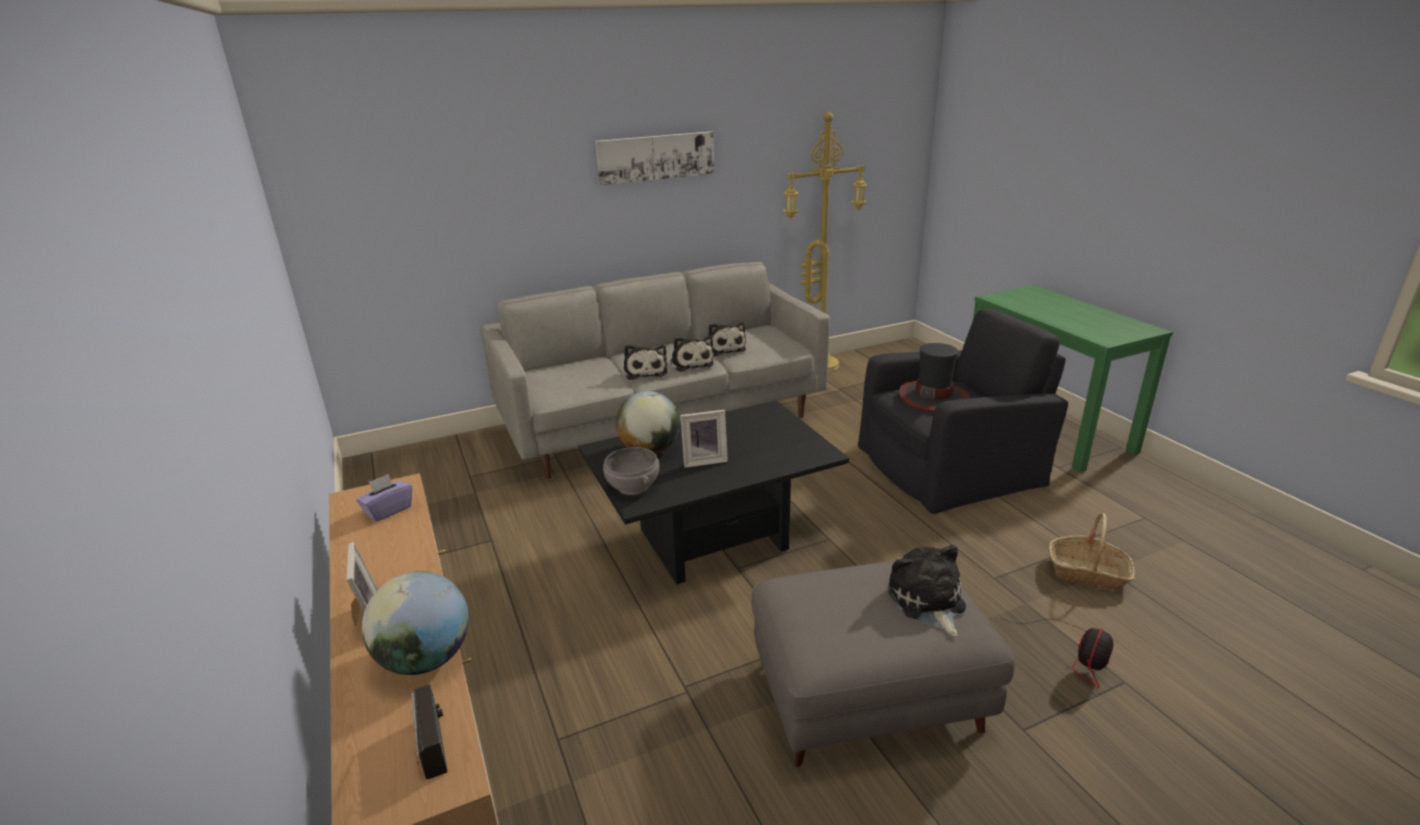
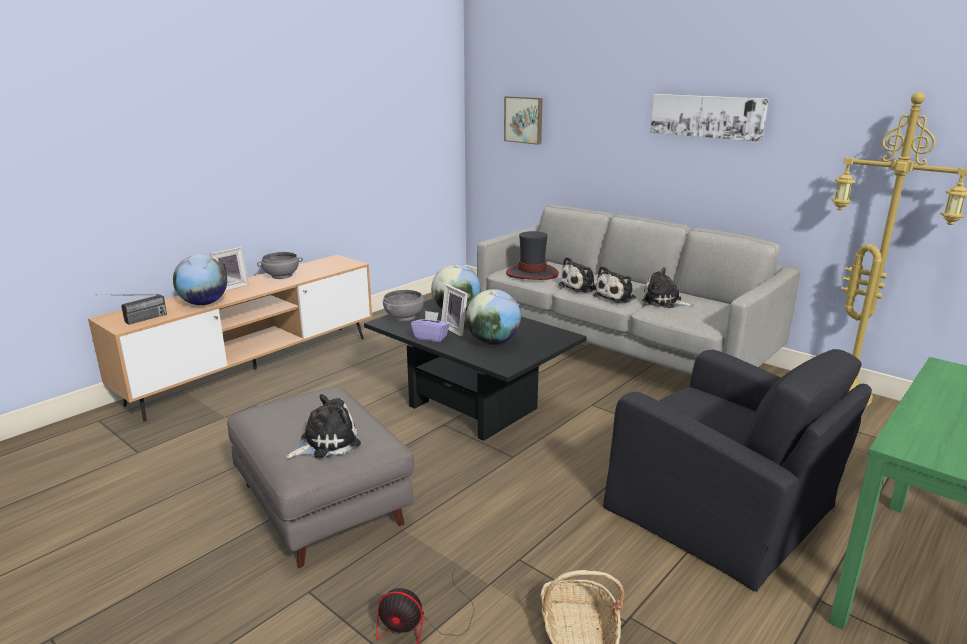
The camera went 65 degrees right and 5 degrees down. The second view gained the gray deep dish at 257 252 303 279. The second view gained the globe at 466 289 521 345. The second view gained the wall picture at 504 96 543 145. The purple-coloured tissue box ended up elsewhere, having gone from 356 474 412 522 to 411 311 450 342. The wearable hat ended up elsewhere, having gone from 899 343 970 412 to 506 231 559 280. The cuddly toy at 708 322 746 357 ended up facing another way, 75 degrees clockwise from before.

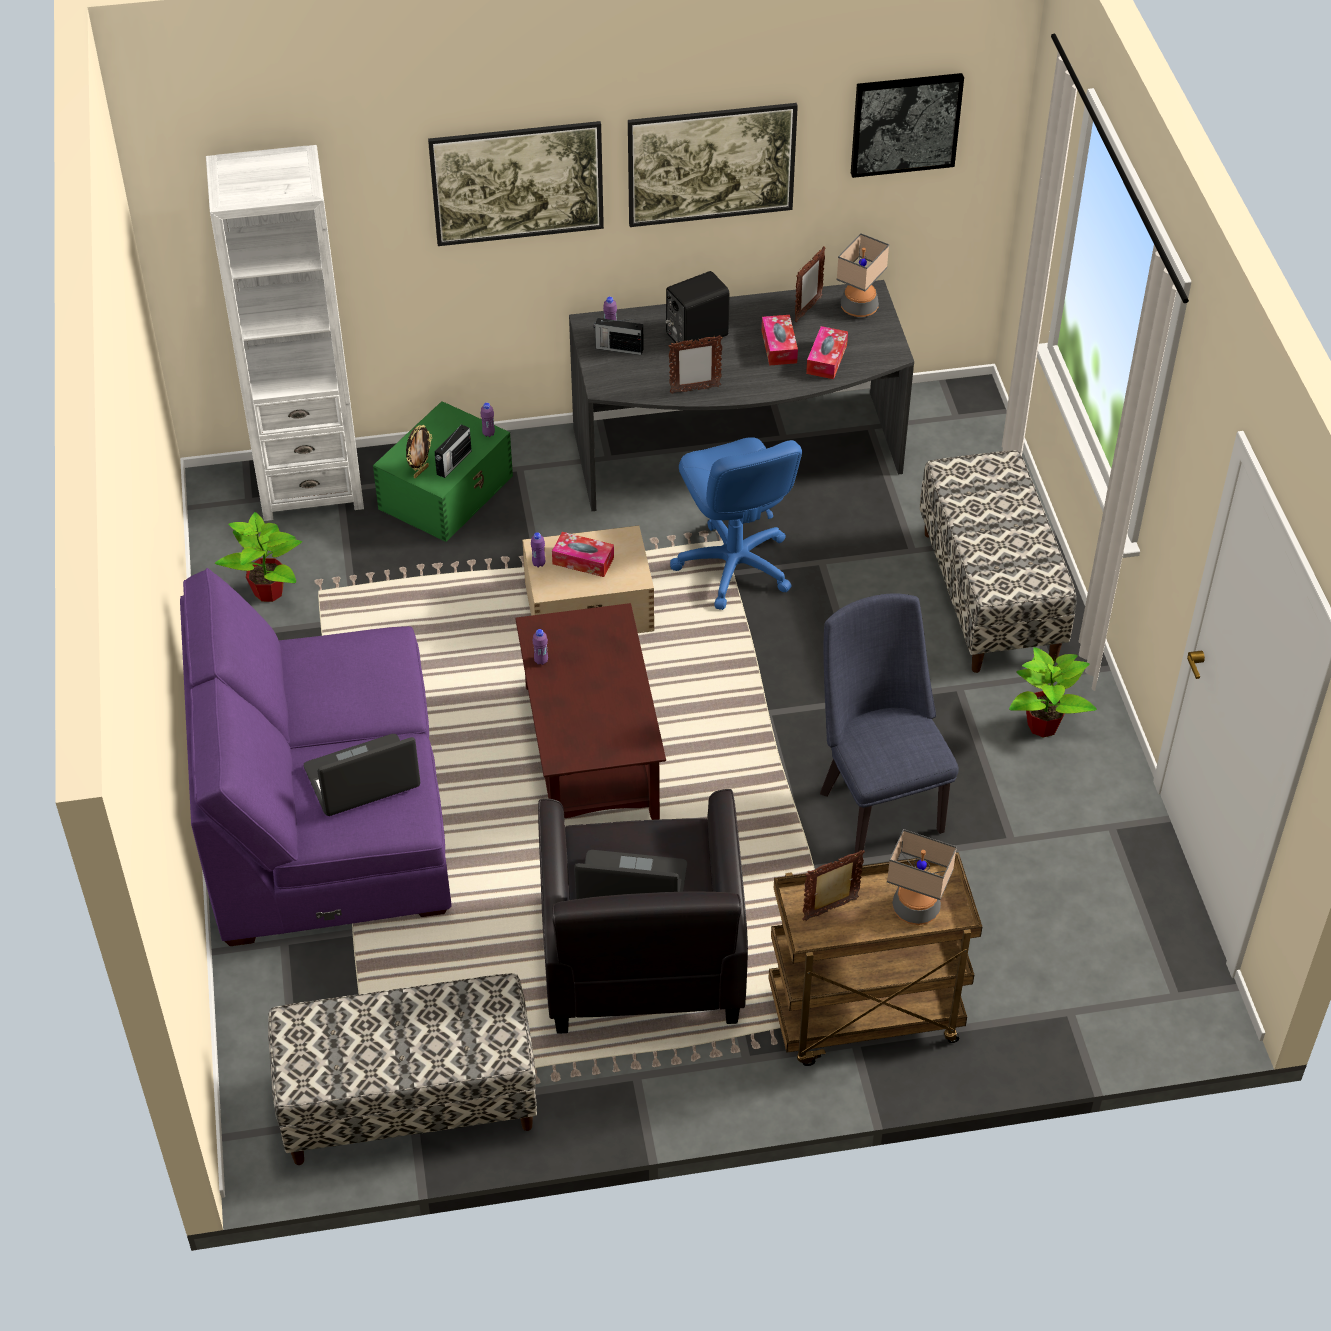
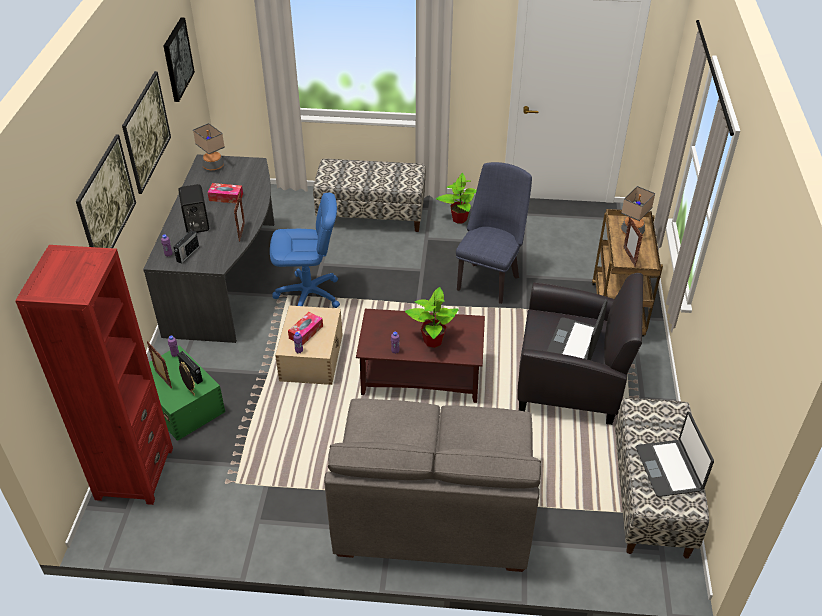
The camera went 75 degrees left and 5 degrees down. The second view lost the tissue box at 806 326 848 379. The potted plant ended up elsewhere, having gone from 215 512 302 602 to 405 287 459 348. The laptop ended up elsewhere, having gone from 304 734 420 816 to 636 412 714 497. The photo frame ended up elsewhere, having gone from 795 246 825 322 to 147 341 172 388. What was the purple-coloured settee at 180 568 452 946 turned into the gray settee at 324 399 541 572. What was the white bookcase at 206 145 364 521 turned into the reddish bookcase at 15 245 173 505. The blue-coloured upright chair at 820 593 959 853 ended up facing another way, 120 degrees clockwise from before.

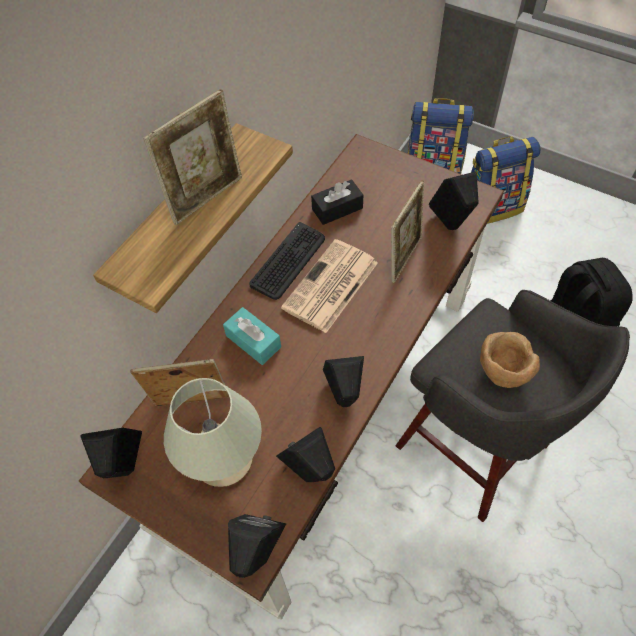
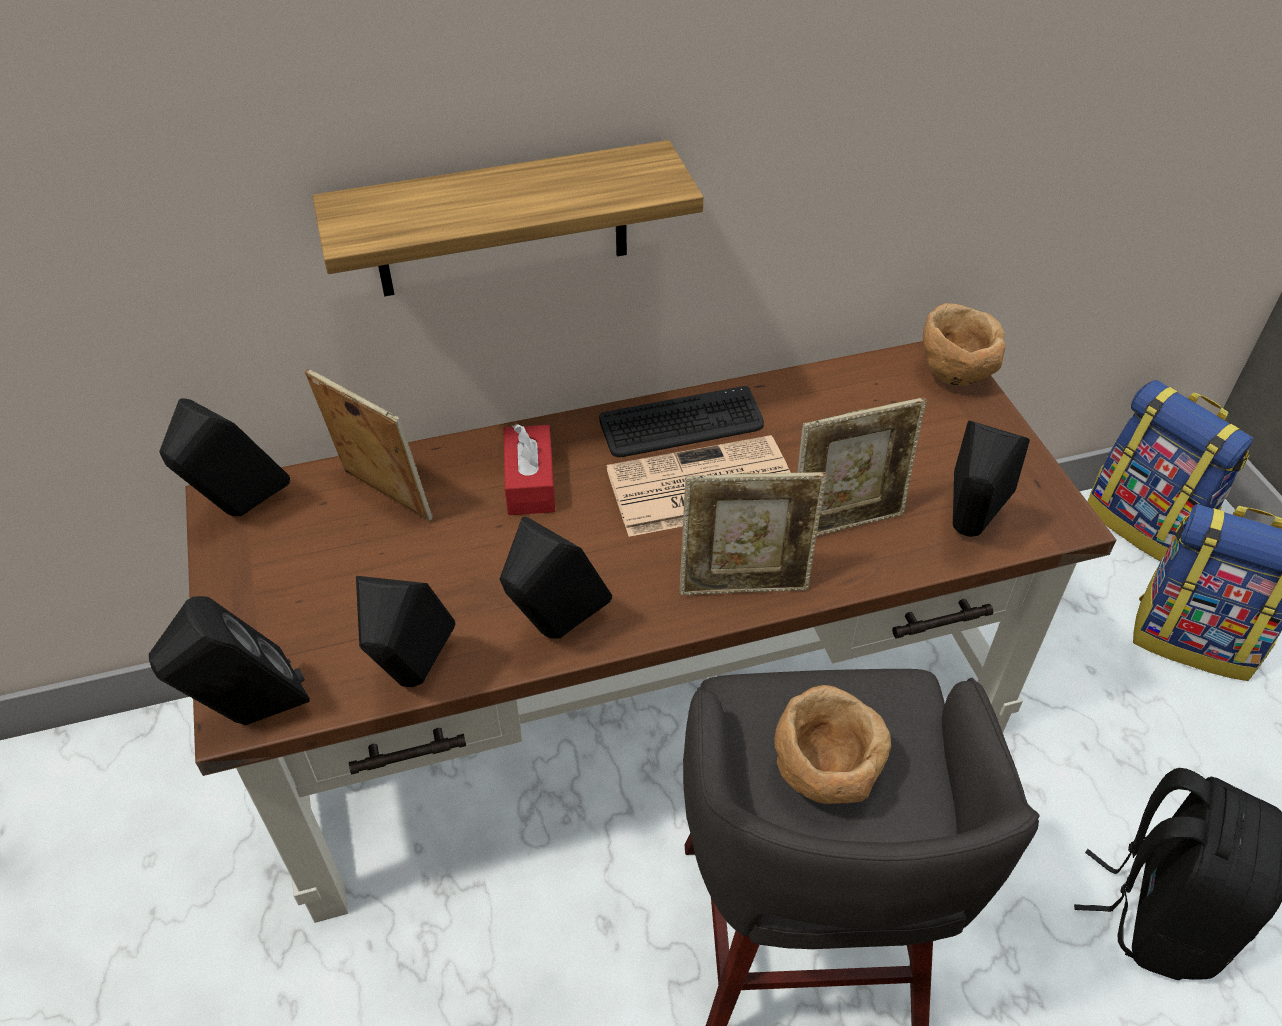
The camera went 40 degrees right and 10 degrees down. The second view lost the beige tabletop lamp at 164 378 262 487. The second view lost the black-coloured tissue box at 311 179 363 225. The second view gained the brown deep dish at 923 303 1006 386. The photo frame ended up elsewhere, having gone from 143 89 242 225 to 679 472 827 595. What was the blue-green tissue box at 223 307 281 365 turned into the reddish tissue box at 504 424 555 515.

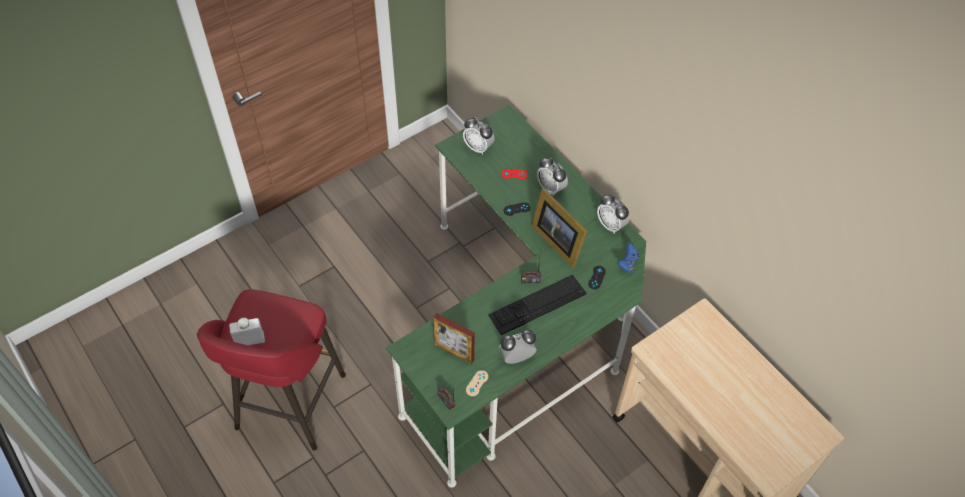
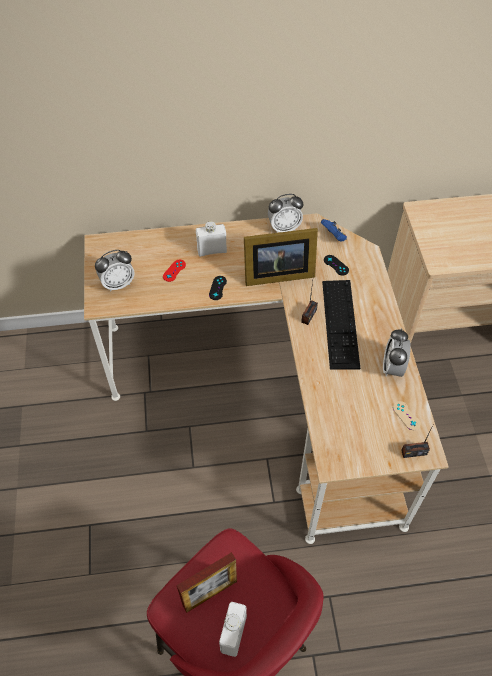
The camera went 60 degrees left and 0 degrees up. The photo frame ended up elsewhere, having gone from 433 313 475 364 to 177 552 237 613. Where the table clock stood at 537 157 568 197, the white drink bottle came to stand at 196 222 227 257. What was the green desk table at 386 105 646 488 turned into the beige desk table at 84 213 449 544.

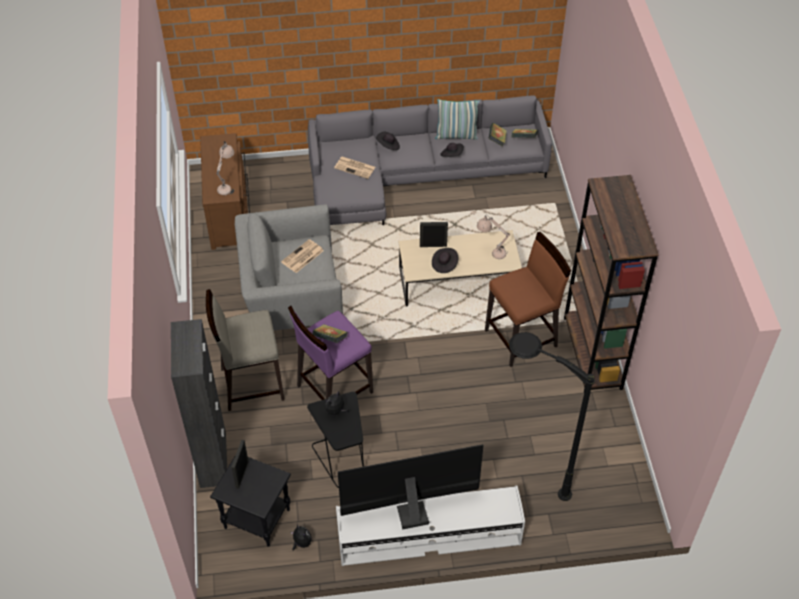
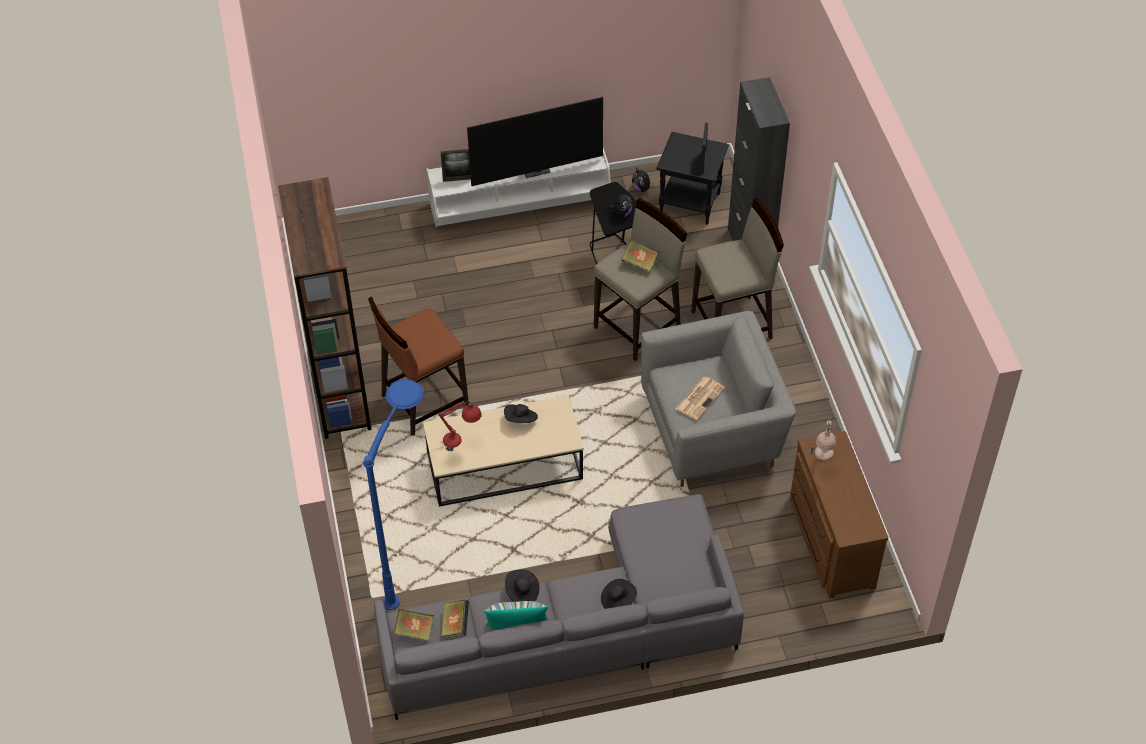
The camera went 175 degrees right and 0 degrees up. The second view lost the newspaper at 334 157 375 179. The second view lost the black-coloured standing lamp at 509 332 595 501. The second view gained the blue-coloured standing lamp at 363 379 424 610. The photo frame ended up elsewhere, having gone from 420 222 448 247 to 441 149 471 182. What was the purple-coloured sitting stool at 288 306 373 400 turned into the beige sitting stool at 594 198 687 361. What was the beige tabletop lamp at 477 215 510 259 turned into the reddish tabletop lamp at 439 400 482 451.

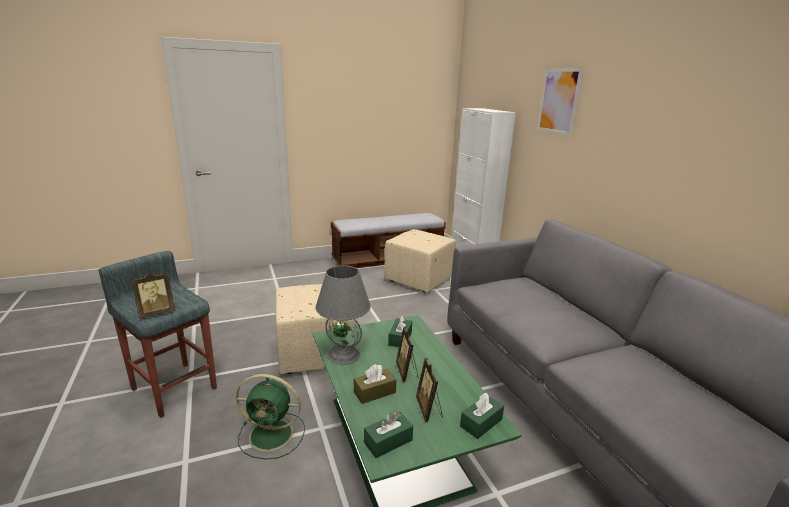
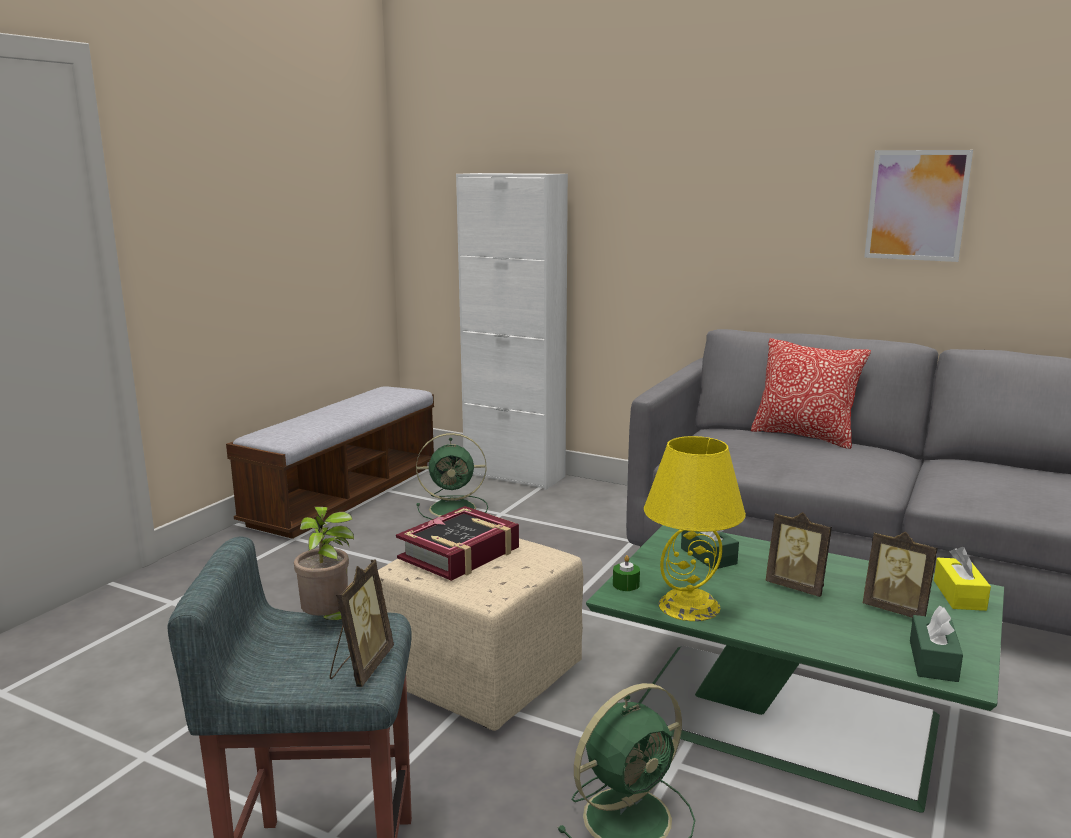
The camera went 40 degrees left and 5 degrees down. The second view lost the brown tissue box at 354 364 396 404. The second view gained the potted plant at 294 507 354 620. The second view gained the book at 396 506 519 581. The second view gained the cushion at 751 338 871 449. The wall picture ended up elsewhere, having gone from 537 68 583 135 to 864 150 973 262. Where the beige pouffe stood at 384 229 456 292, the green fan came to stand at 416 433 488 520. What was the gray tabletop lamp at 315 265 371 365 turned into the yellowish tabletop lamp at 644 436 746 621. What was the green tissue box at 460 393 504 439 turned into the yellowish tissue box at 934 547 991 611.

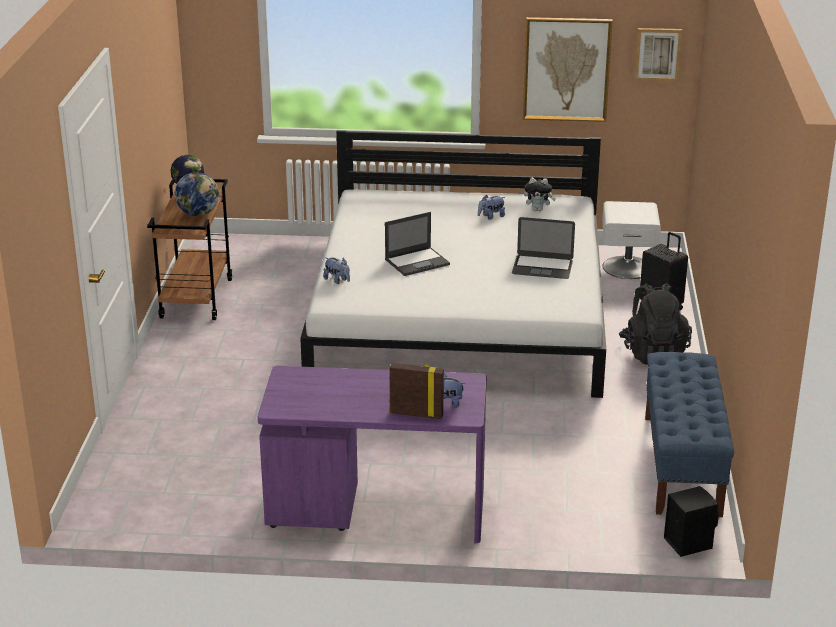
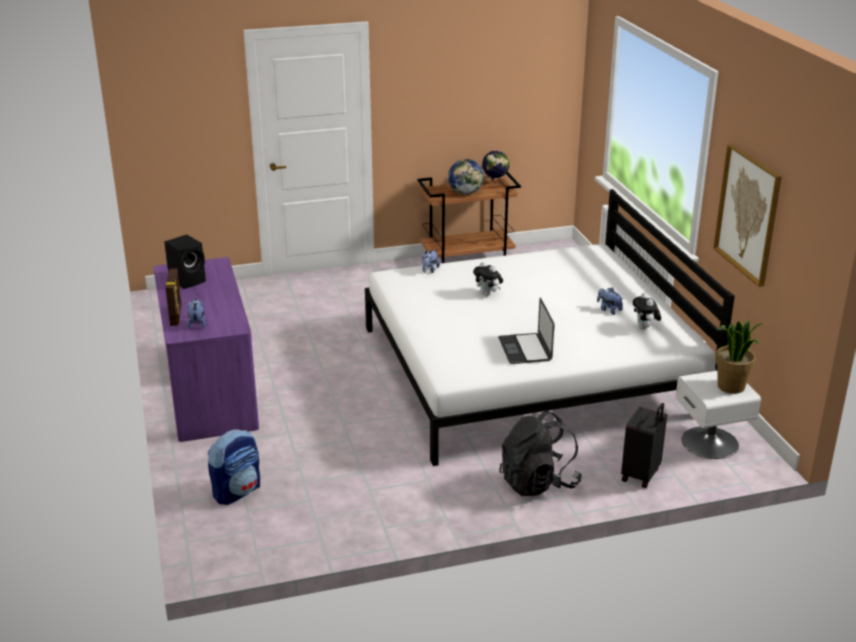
The camera went 70 degrees right and 0 degrees up. The second view lost the wall picture at 634 28 682 81. The second view lost the blue-coloured bench at 645 352 734 517. The second view gained the backpack at 208 429 260 505. The second view gained the potted plant at 715 320 762 394. The black-coloured speaker ended up elsewhere, having gone from 664 486 719 557 to 164 235 206 289. Where the laptop stood at 385 212 450 276, the cuddly toy came to stand at 473 262 503 296.

